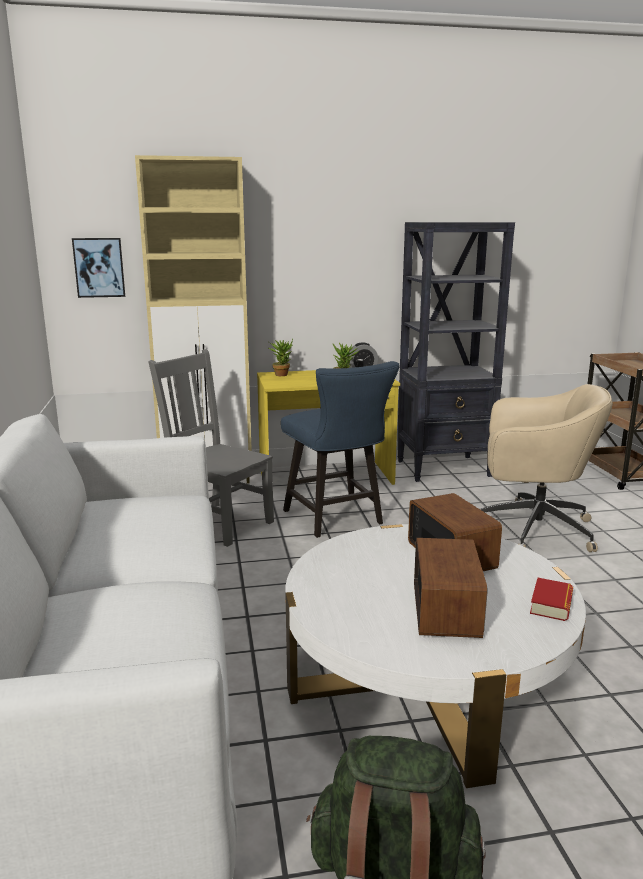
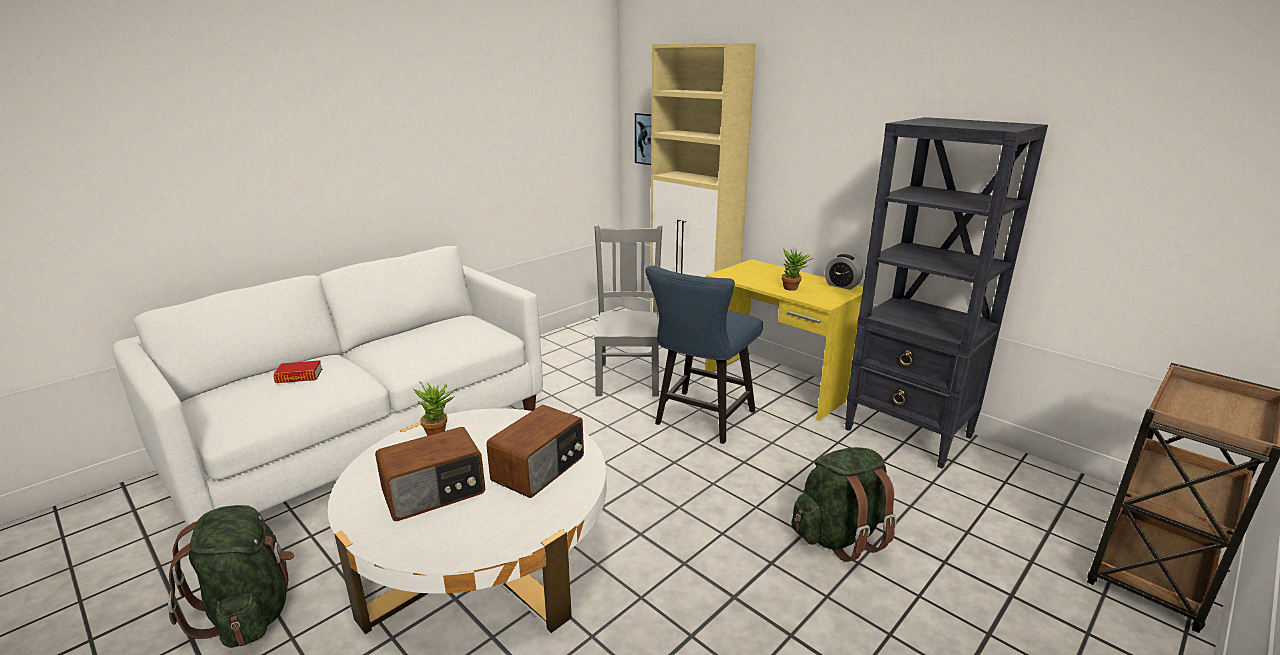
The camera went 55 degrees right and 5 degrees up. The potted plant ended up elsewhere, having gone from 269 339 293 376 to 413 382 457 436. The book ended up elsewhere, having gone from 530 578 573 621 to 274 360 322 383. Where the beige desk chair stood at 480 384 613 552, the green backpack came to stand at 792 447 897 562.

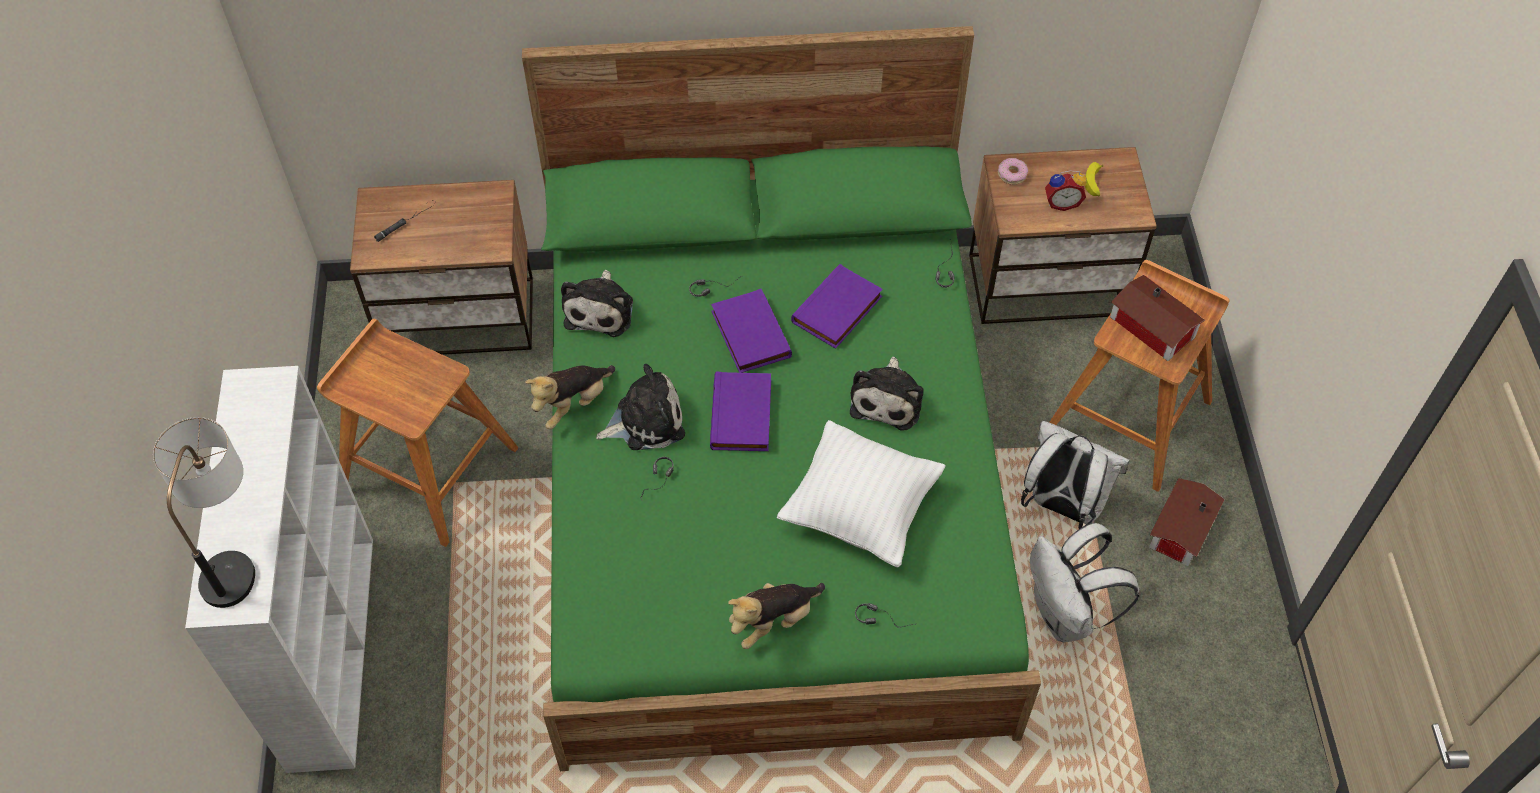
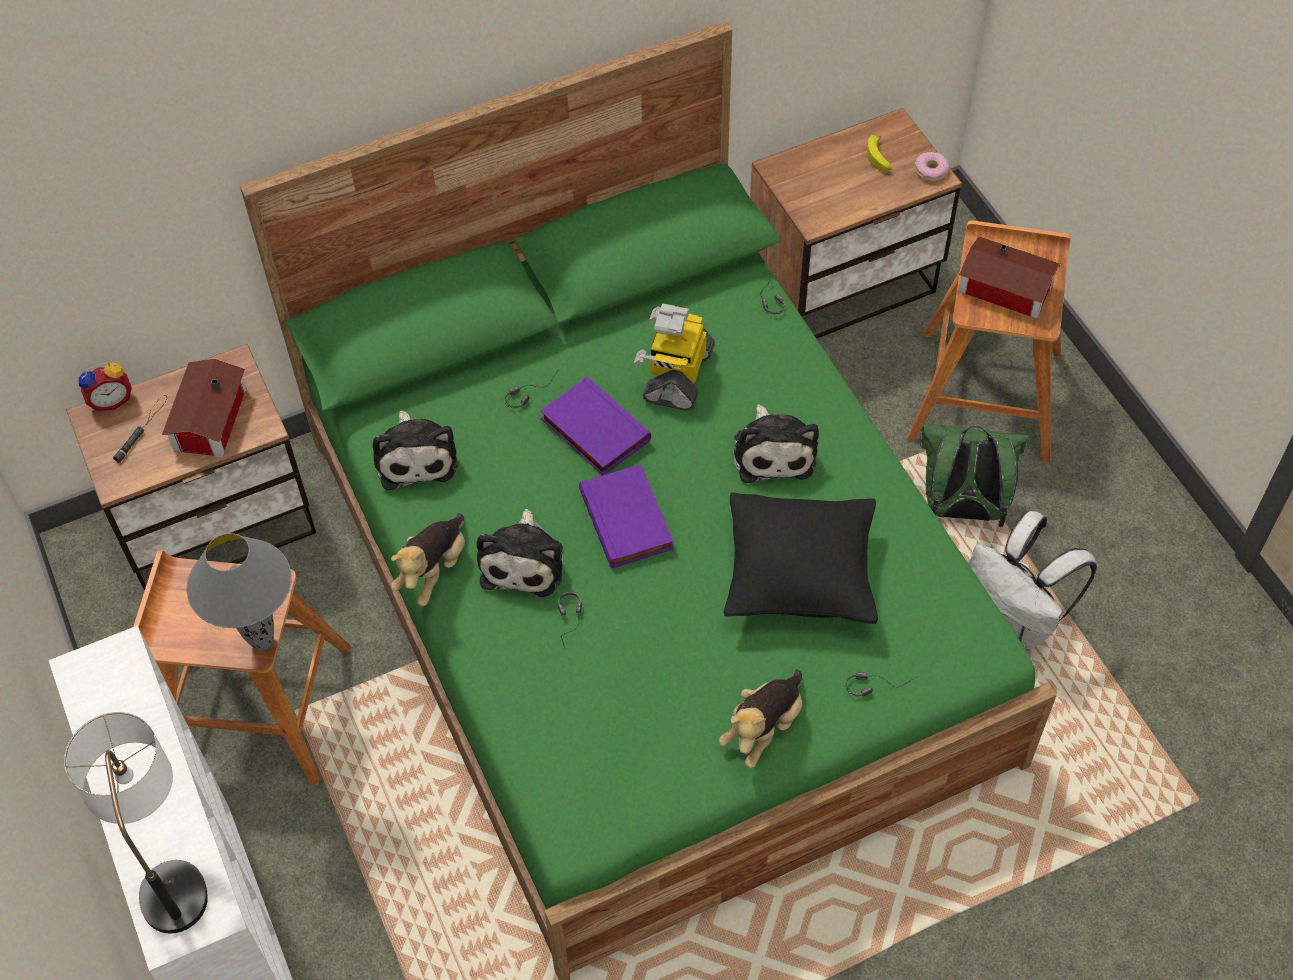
The camera went 20 degrees left and 0 degrees up. The second view gained the gray tabletop lamp at 186 533 292 651. The ring doughnut ended up elsewhere, having gone from 998 158 1028 185 to 915 152 949 181. The table clock ended up elsewhere, having gone from 1045 170 1087 211 to 79 362 132 411. The toy house ended up elsewhere, having gone from 1149 478 1224 566 to 162 359 247 457. Where the purple-coloured book stood at 791 264 883 349, the toy robot came to stand at 634 304 715 410. What was the white cushion at 777 420 946 568 turned into the black-coloured cushion at 723 492 878 624. What was the white backpack at 1021 421 1130 529 turned into the green backpack at 920 424 1029 527. The cuddly toy at 596 364 685 450 ended up facing another way, 135 degrees clockwise from before.

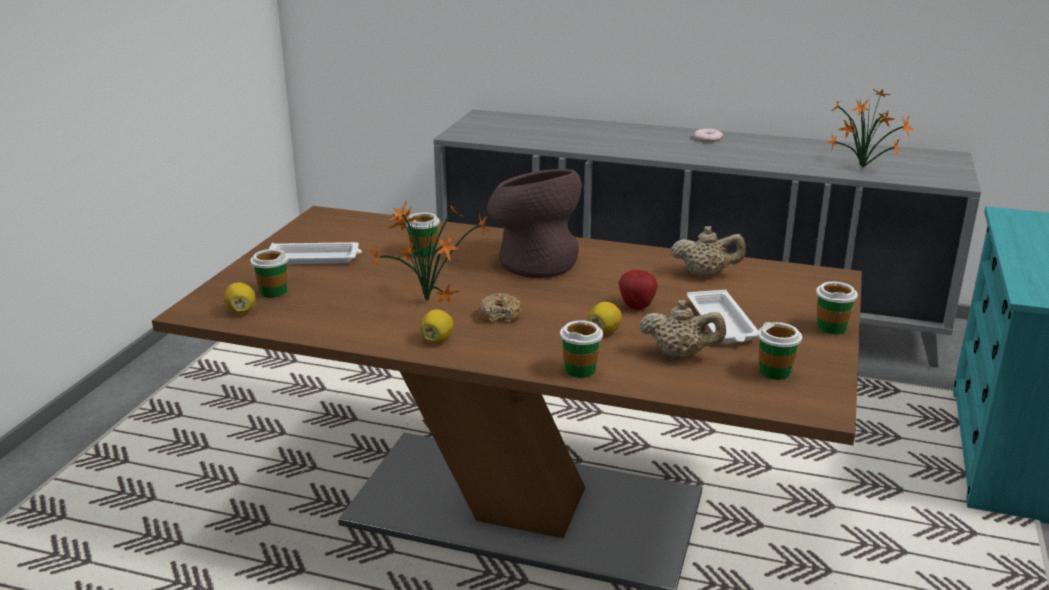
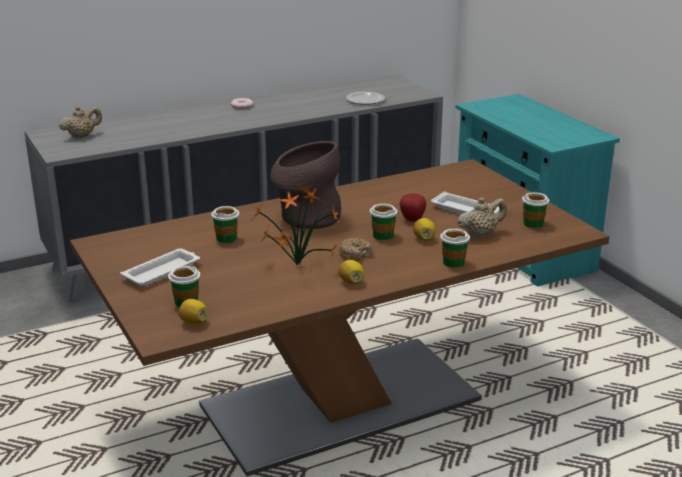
The camera went 45 degrees left and 0 degrees up. The beige pot for tea ended up elsewhere, having gone from 671 226 746 277 to 59 106 102 138. The small cup ended up elsewhere, having gone from 816 282 858 334 to 370 204 397 240. Where the potted plant stood at 827 89 915 168, the dinner plate came to stand at 346 92 385 105.

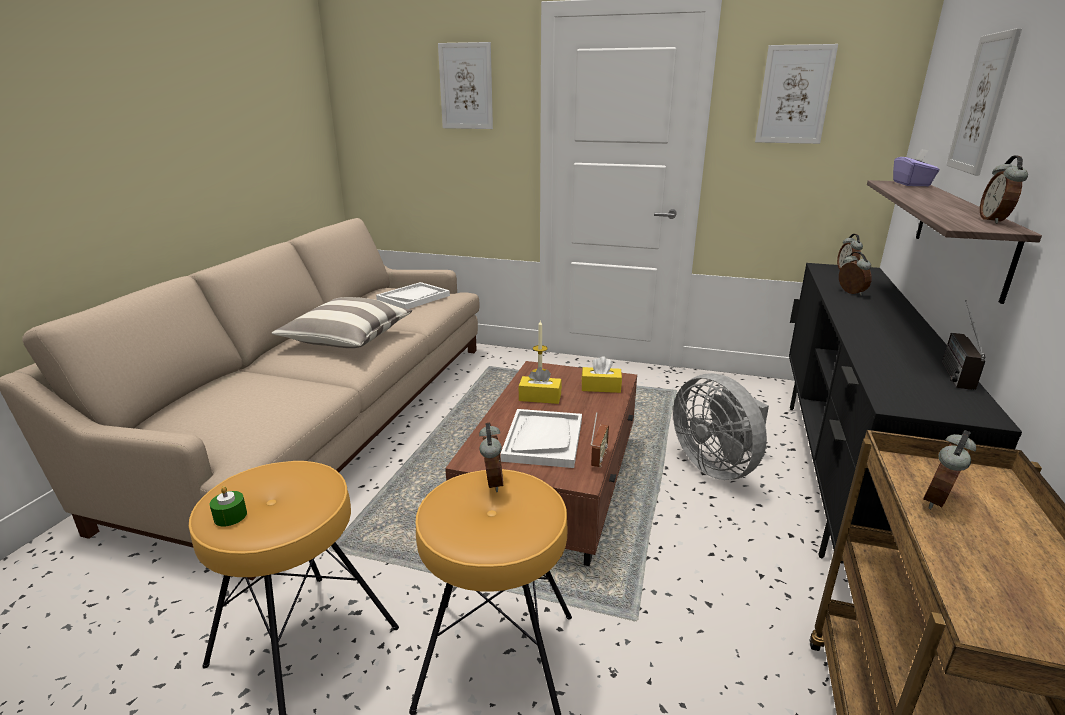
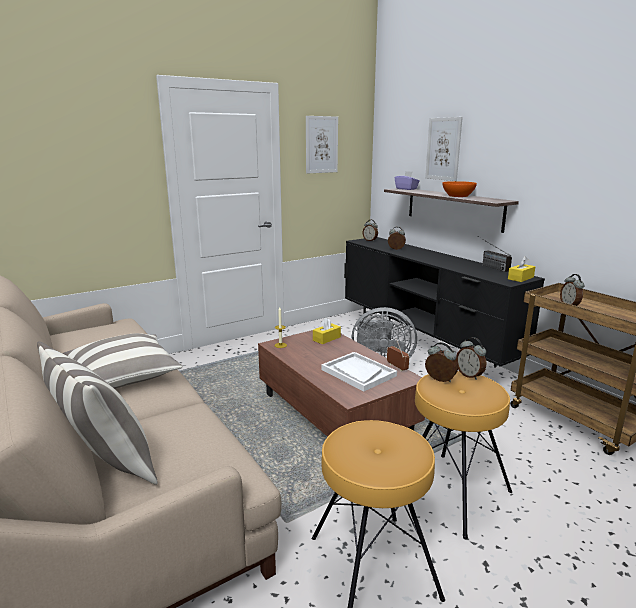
The camera went 50 degrees left and 5 degrees down. The second view lost the green candle at 210 486 247 527. The second view lost the white carrying tray at 376 282 450 309. The second view lost the wall picture at 438 42 493 129. The second view gained the cushion at 37 341 158 485. The second view gained the orangey deep dish at 442 181 477 197. The yellowish tissue box ended up elsewhere, having gone from 519 367 562 404 to 508 256 535 282. The table clock ended up elsewhere, having gone from 980 155 1028 224 to 456 337 486 380.

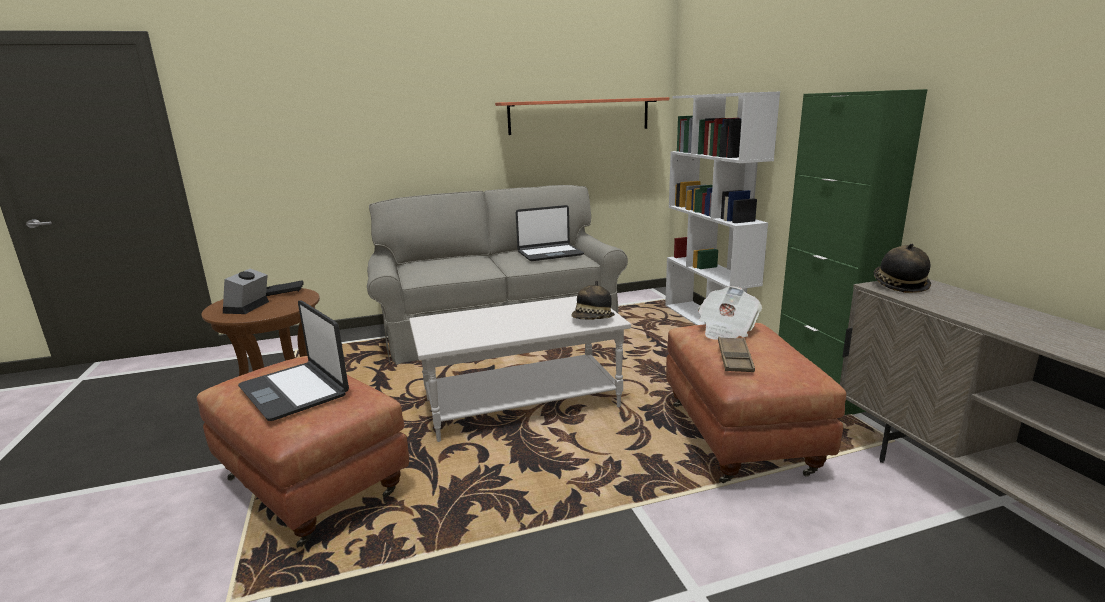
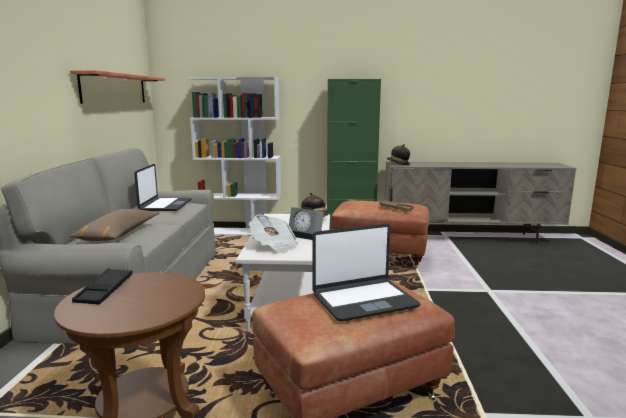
The camera went 70 degrees left and 5 degrees down. The second view gained the brown cushion at 68 209 159 241. The table clock ended up elsewhere, having gone from 223 269 269 314 to 289 207 324 240. The newspaper ended up elsewhere, having gone from 698 286 762 340 to 249 214 298 254.

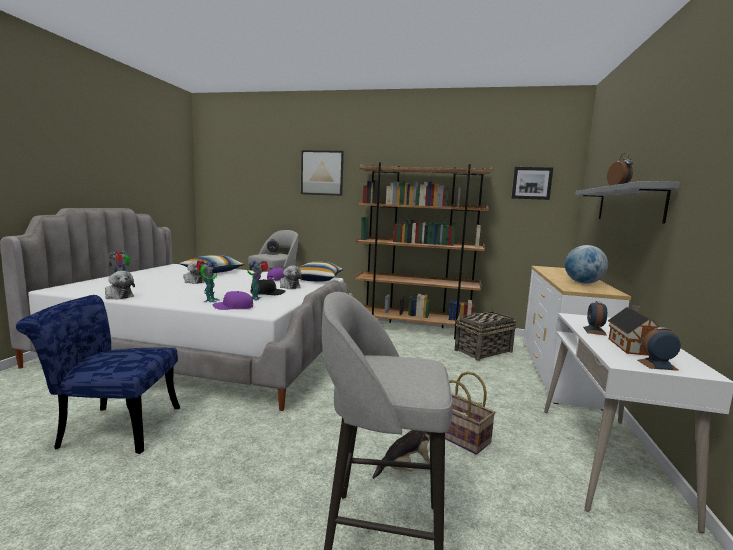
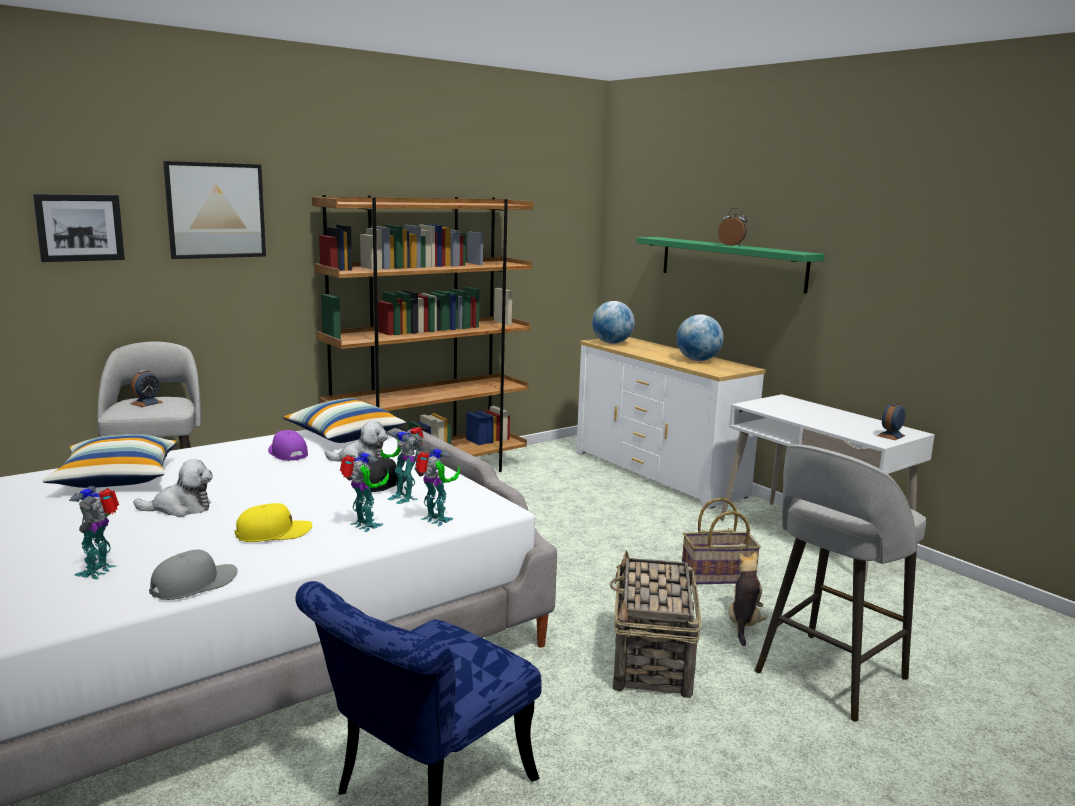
The camera went 50 degrees left and 5 degrees up. The second view lost the table clock at 583 301 607 336. The second view lost the toy house at 608 305 658 356. The second view gained the yellowish cap at 235 503 312 542. The second view gained the globe at 592 301 635 344. The basket ended up elsewhere, having gone from 455 308 517 361 to 609 550 701 698. The wall picture ended up elsewhere, having gone from 511 167 553 200 to 33 194 125 262. Where the cuddly toy stood at 105 271 135 299, the gray cap came to stand at 149 550 237 600. Where the purple-coloured cap stood at 213 291 253 310, the toy robot came to stand at 414 447 460 526. What was the gray bracket shelf at 575 181 680 224 turned into the green bracket shelf at 636 237 825 294.

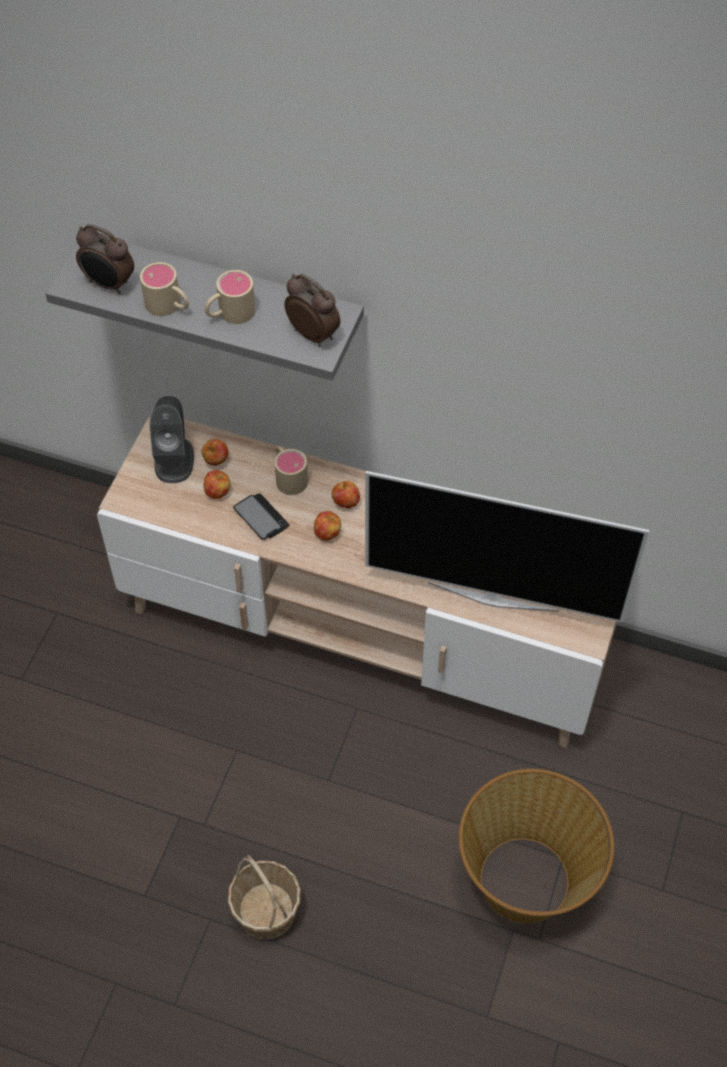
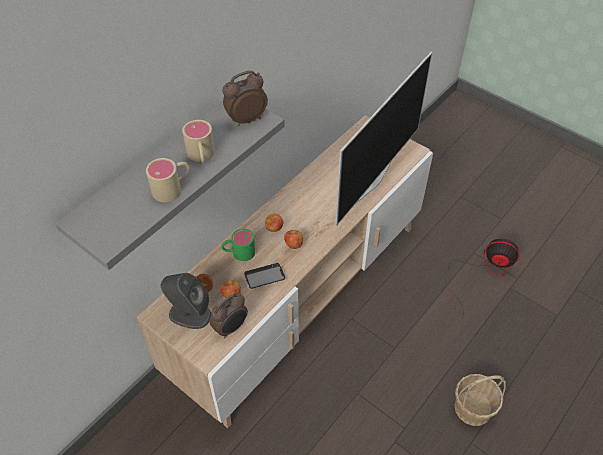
The camera went 70 degrees left and 5 degrees down. The table clock ended up elsewhere, having gone from 76 224 134 294 to 209 293 248 338. Where the basket stood at 459 769 614 923, the fan came to stand at 445 238 520 321. What was the beige mug at 275 446 308 495 turned into the green mug at 221 229 255 261.

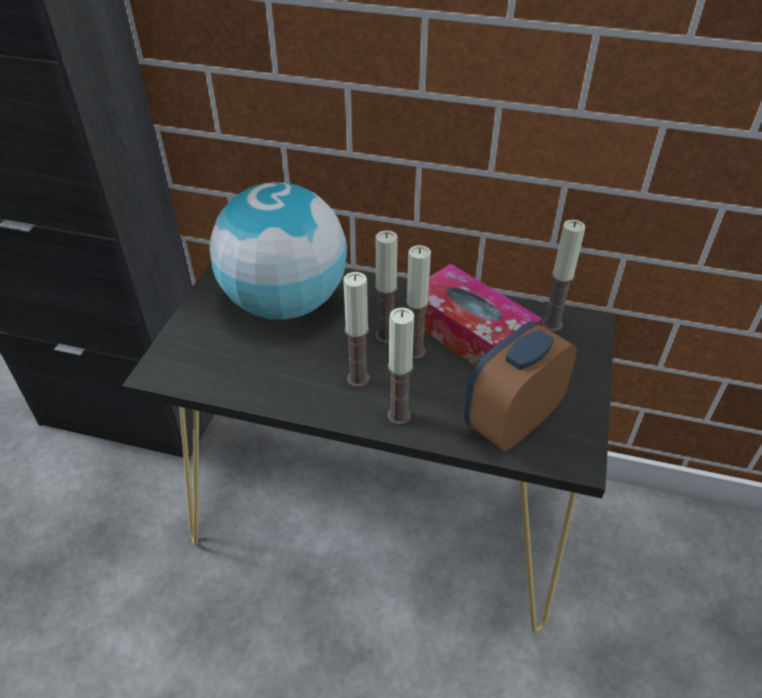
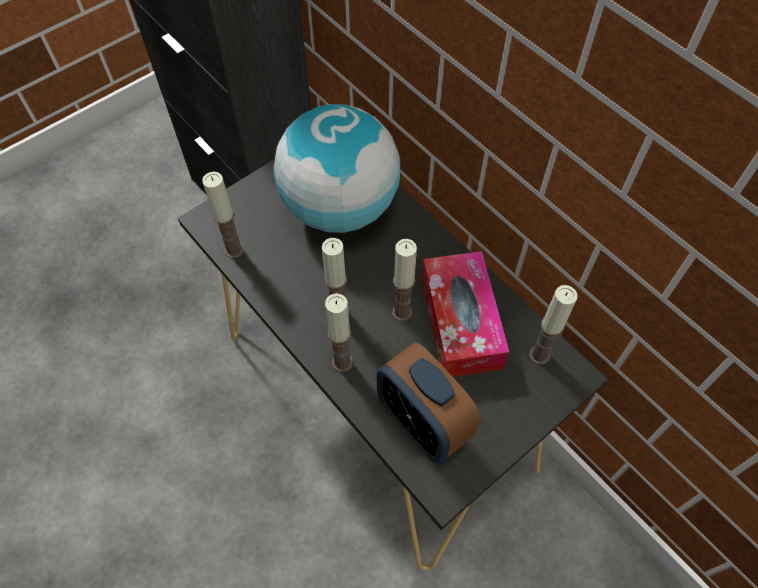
The camera went 35 degrees right and 15 degrees up. The candle ended up elsewhere, having gone from 375 230 398 343 to 202 172 244 258. The table clock at 464 322 577 451 ended up facing another way, 120 degrees counterclockwise from before.

